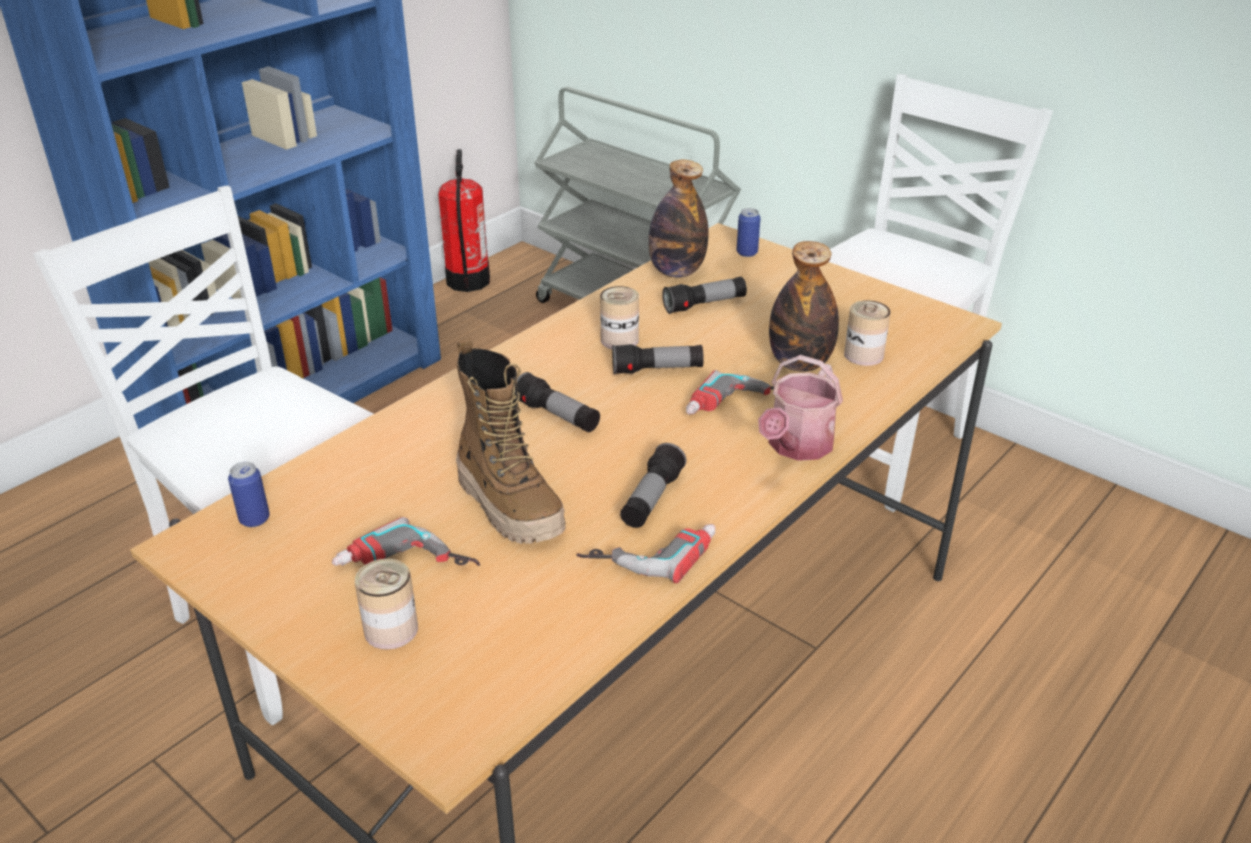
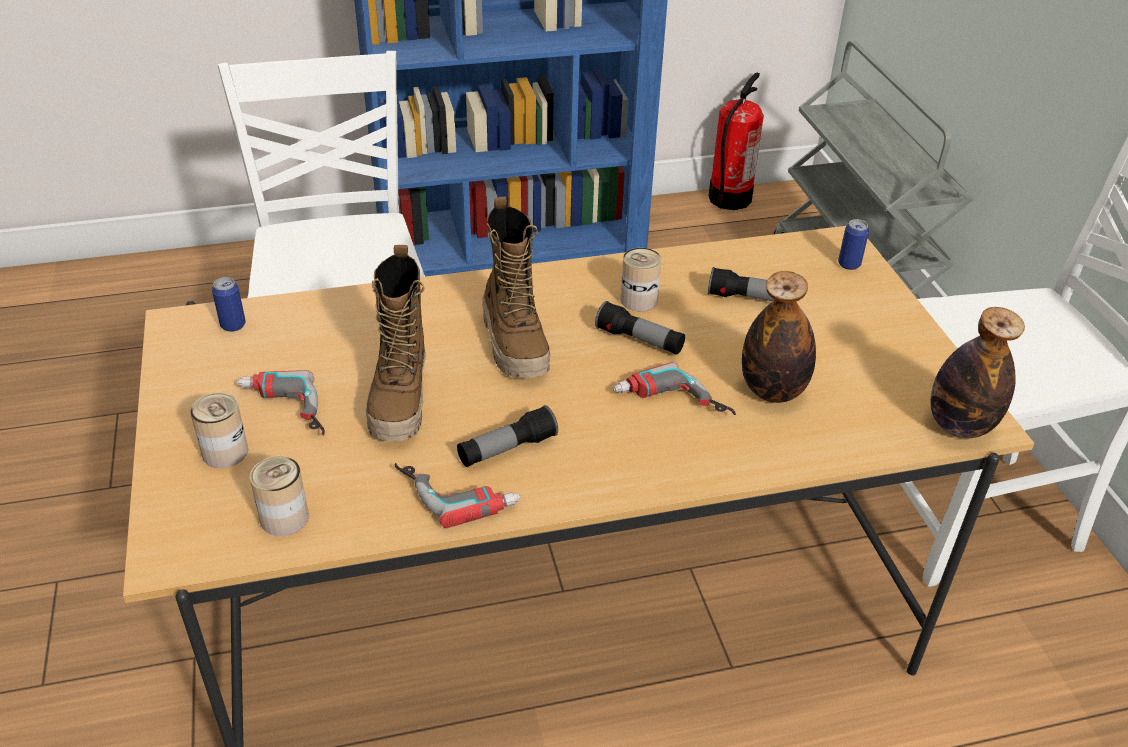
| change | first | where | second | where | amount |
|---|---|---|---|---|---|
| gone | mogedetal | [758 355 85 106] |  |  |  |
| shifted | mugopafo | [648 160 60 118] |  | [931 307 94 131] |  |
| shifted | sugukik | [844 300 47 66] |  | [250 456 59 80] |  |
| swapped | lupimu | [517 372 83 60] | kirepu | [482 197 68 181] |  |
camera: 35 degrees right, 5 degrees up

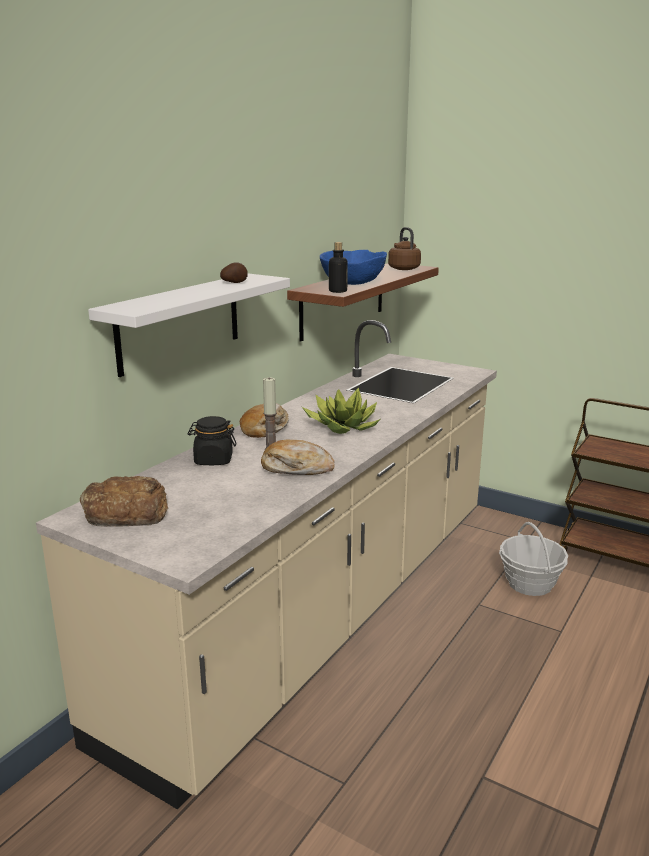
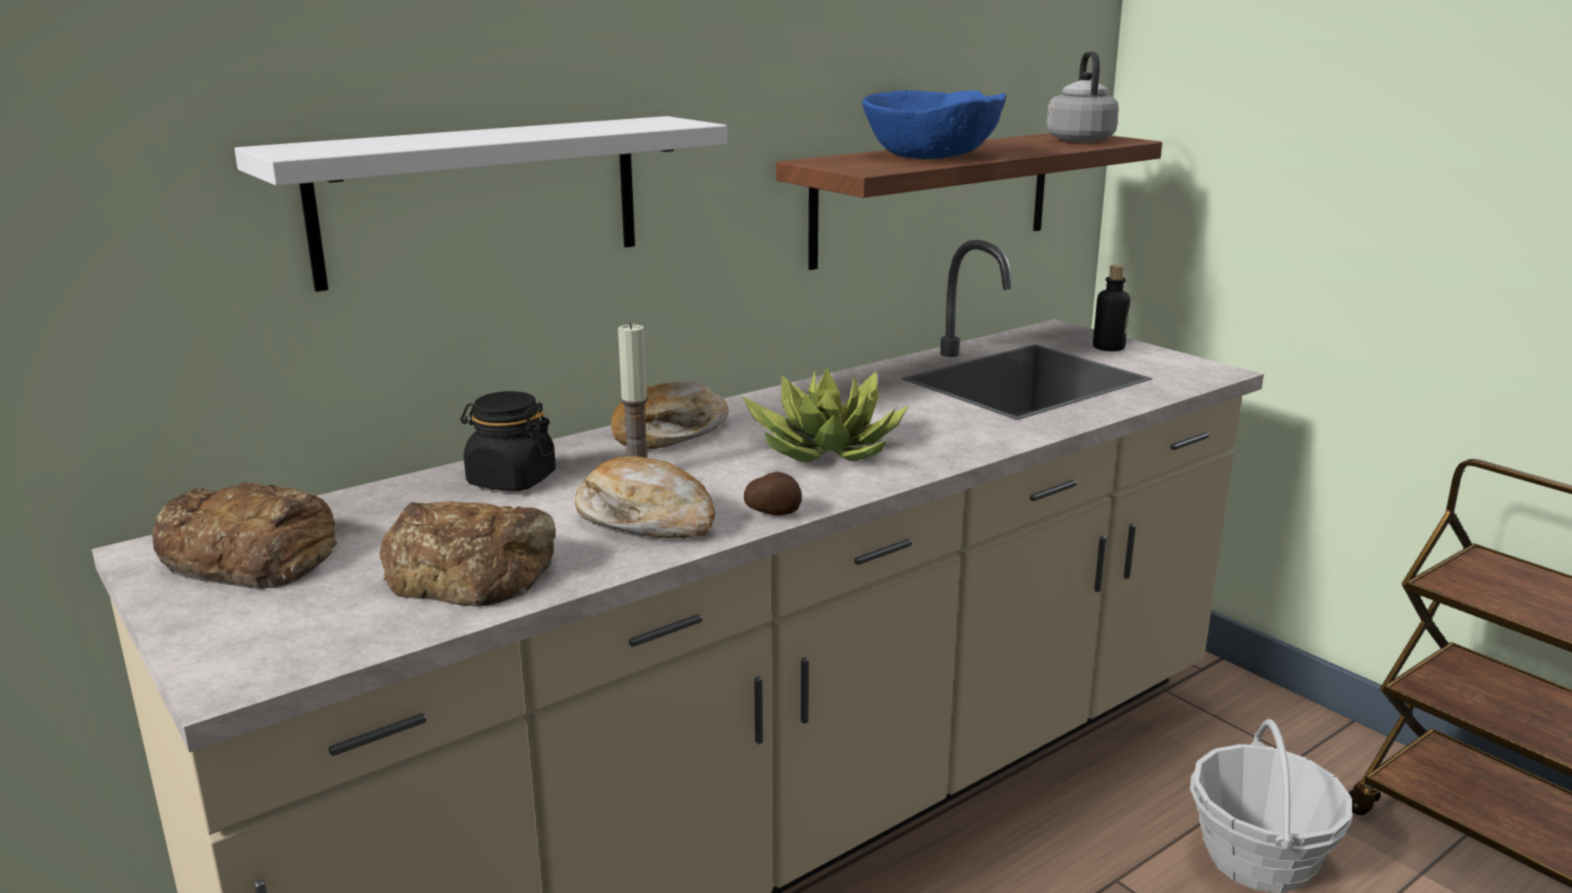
| change | first | where | second | where | amount |
|---|---|---|---|---|---|
| new |  |  | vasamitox | [380 501 176 106] |  |
| shifted | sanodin | [220 262 28 21] |  | [744 472 58 44] |  |
| shifted | mugopafo | [329 242 19 51] |  | [1093 265 37 86] |  |
| repainted | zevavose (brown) | [388 227 33 43] | zevavose (grey) | [1046 51 73 92] |  |
camera: 20 degrees right, 0 degrees up

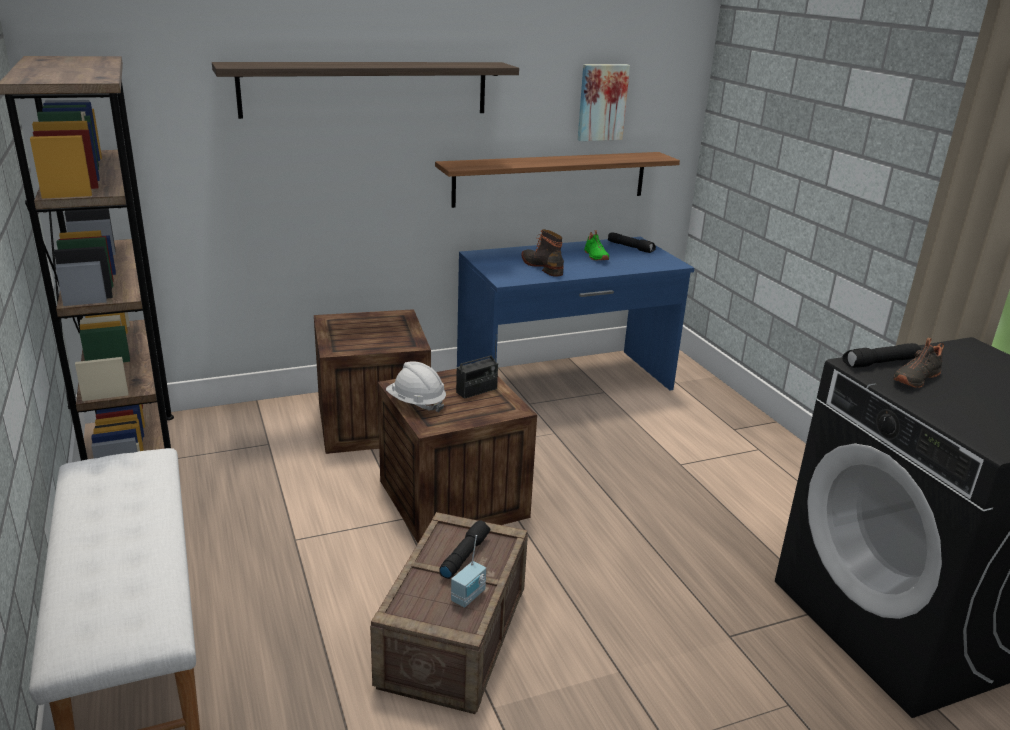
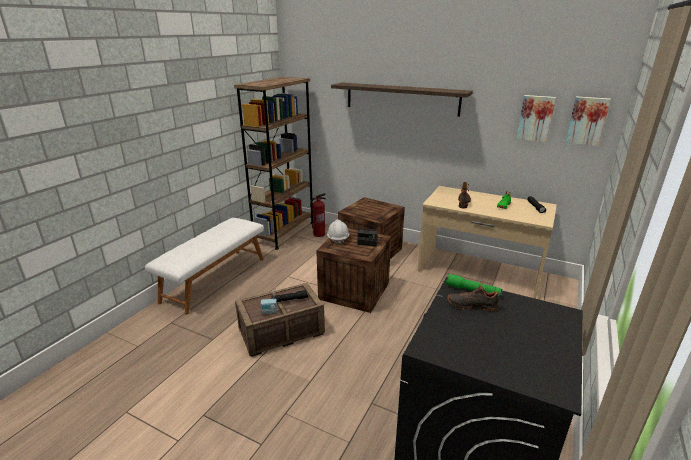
| change | first | where | second | where | amount |
|---|---|---|---|---|---|
| gone | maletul | [435 152 245 56] |  |  |  |
| new |  |  | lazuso | [310 193 16 44] |  |
| new |  |  | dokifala | [565 96 46 50] |  |
| repainted | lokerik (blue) | [457 237 237 153] | lokerik (beige) | [418 186 139 113] |  |
| repainted | lupimu (black) | [843 343 78 25] | lupimu (green) | [445 274 57 24] |  |
camera: 50 degrees right, 0 degrees up

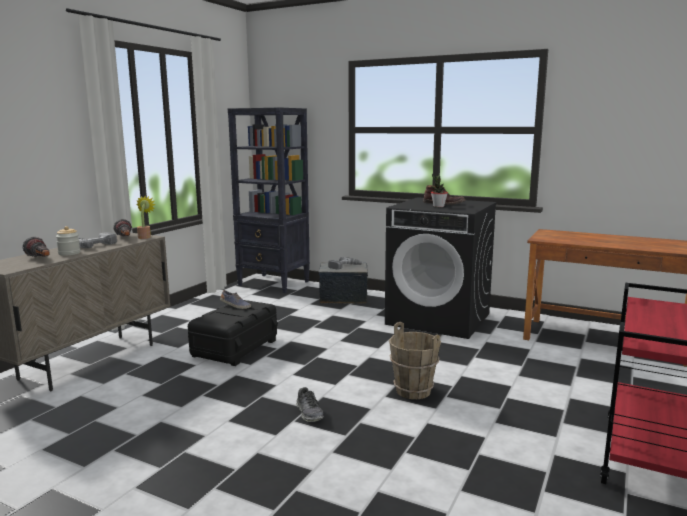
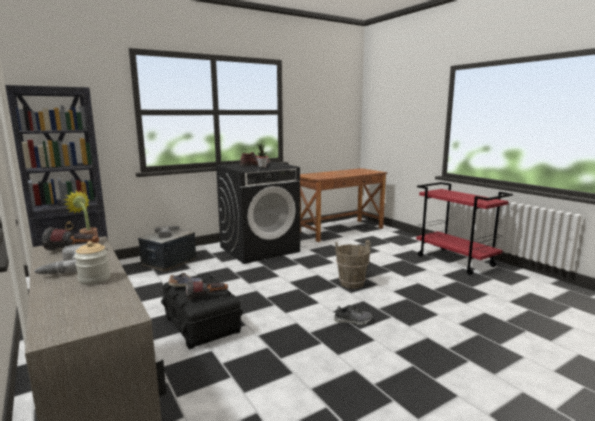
| change | first | where | second | where | amount |
|---|---|---|---|---|---|
| shifted | lupimu | [23 237 27 20] |  | [186 281 42 19] |  |
camera: 60 degrees left, 0 degrees up

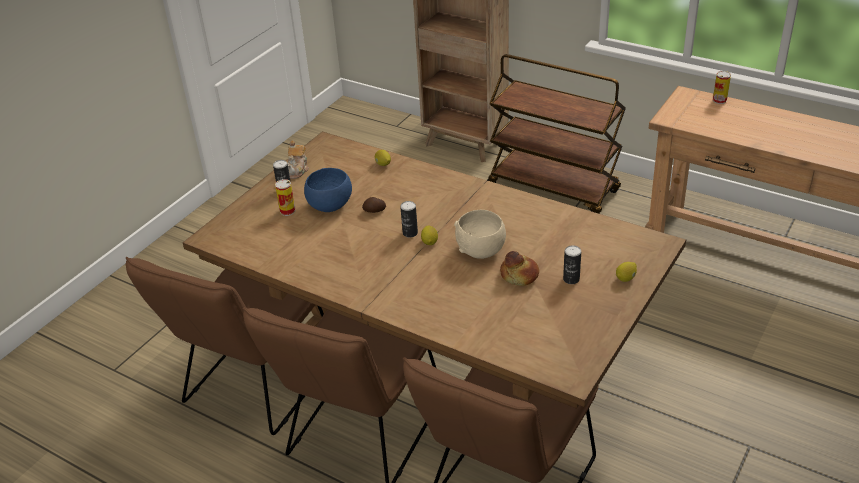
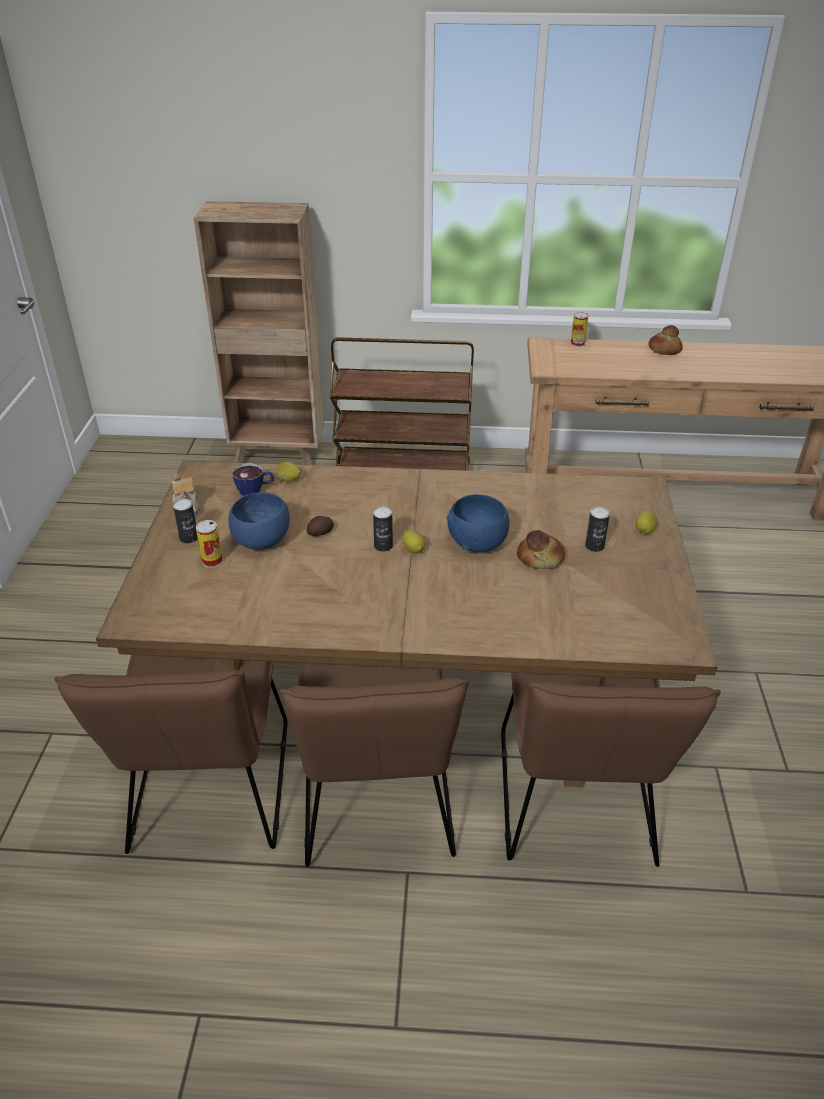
| change | first | where | second | where | amount |
|---|---|---|---|---|---|
| new |  |  | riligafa | [232 463 42 33] |  |
| new |  |  | vasamitox | [648 325 35 30] |  |
| repainted | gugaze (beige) | [454 210 52 49] | gugaze (blue) | [446 494 63 59] |  |
camera: 30 degrees left, 0 degrees up

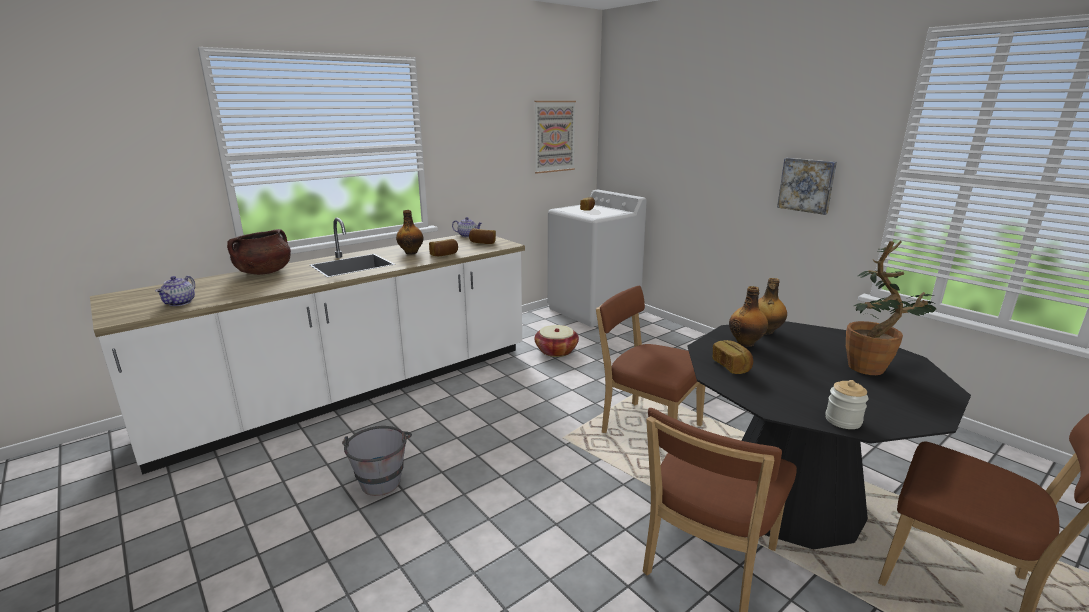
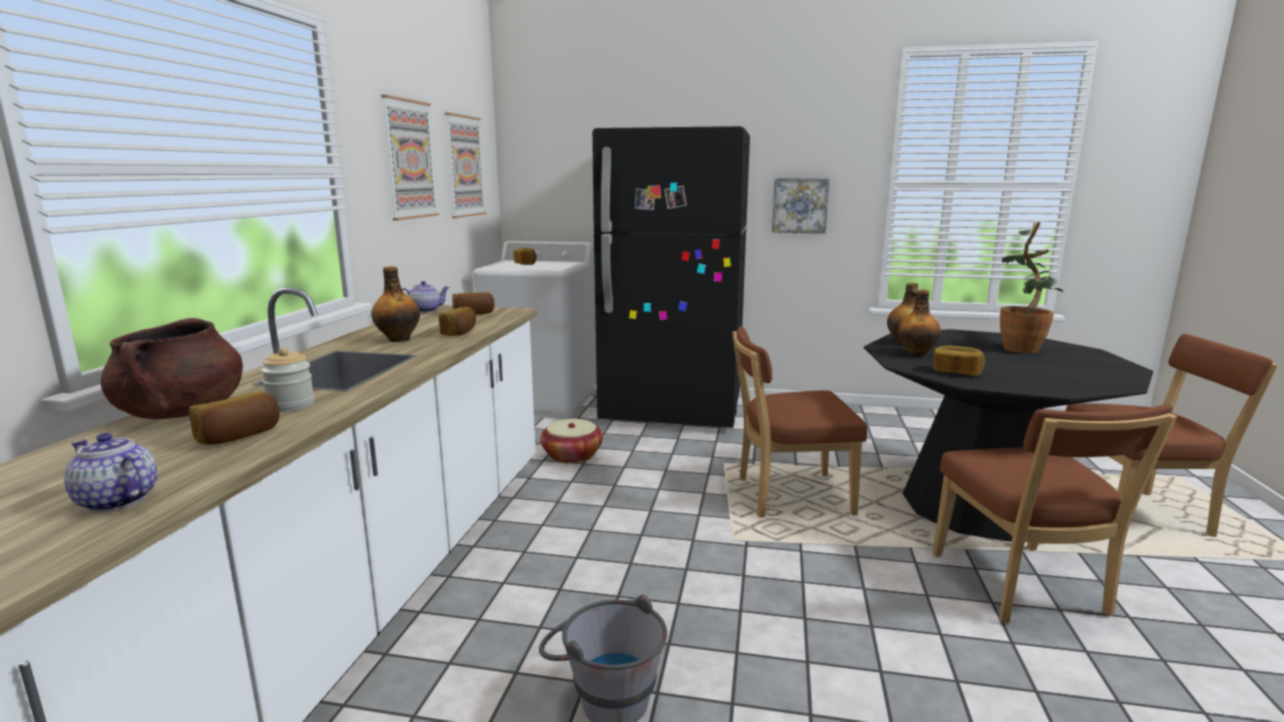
| change | first | where | second | where | amount |
|---|---|---|---|---|---|
| new |  |  | vasamitox | [189 391 91 54] |  |
| new |  |  | dokifala | [381 95 58 126] |  |
| new |  |  | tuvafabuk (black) | [592 126 158 302] |  |
| shifted | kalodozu | [825 380 44 49] |  | [260 347 55 65] |  |
| rotated | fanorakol | [156 276 39 30] |  | [64 433 93 79] | 150 degrees clockwise |
camera: 40 degrees left, 5 degrees down

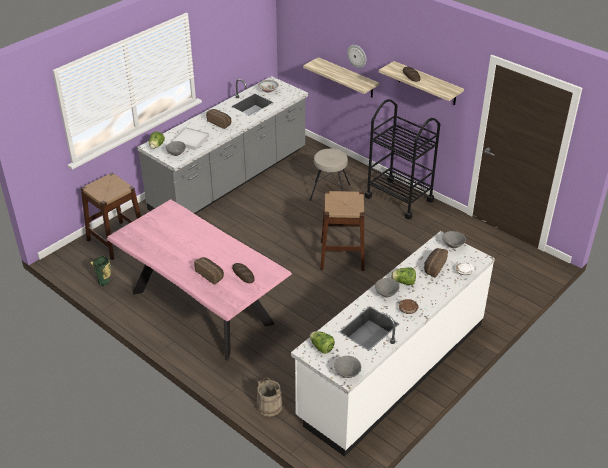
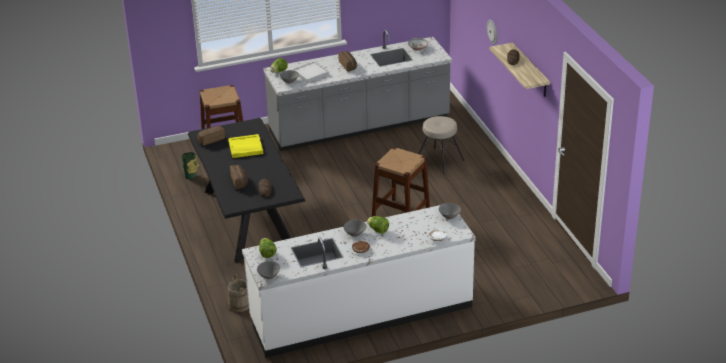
| change | first | where | second | where | amount |
|---|---|---|---|---|---|
| gone | maletul | [303 57 76 40] |  |  |  |
| gone | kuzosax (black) | [365 99 75 121] |  |  |  |
| new |  |  | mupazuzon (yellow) | [228 134 35 24] |  |
| shifted | vasamitox | [424 248 24 29] |  | [197 126 28 20] |  |
| repainted | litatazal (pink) | [106 199 186 162] | litatazal (black) | [188 118 118 145] |  |
camera: 30 degrees right, 5 degrees down

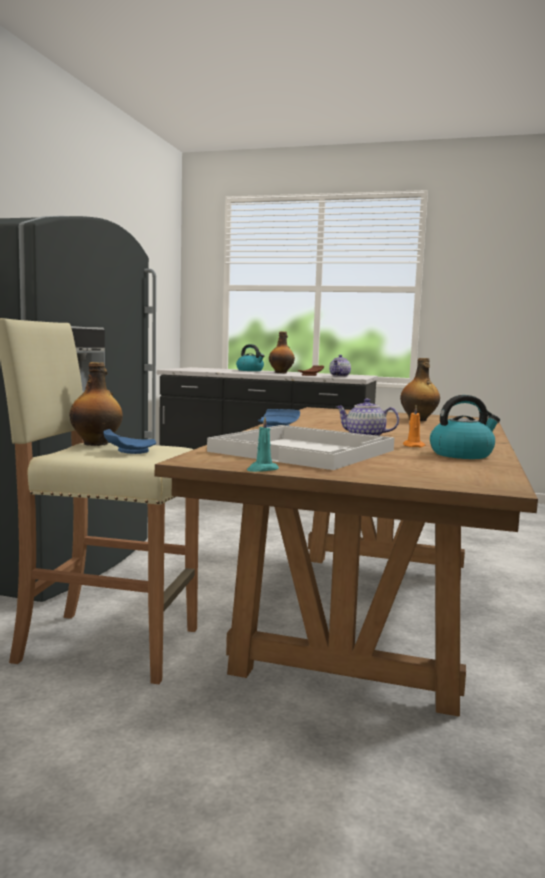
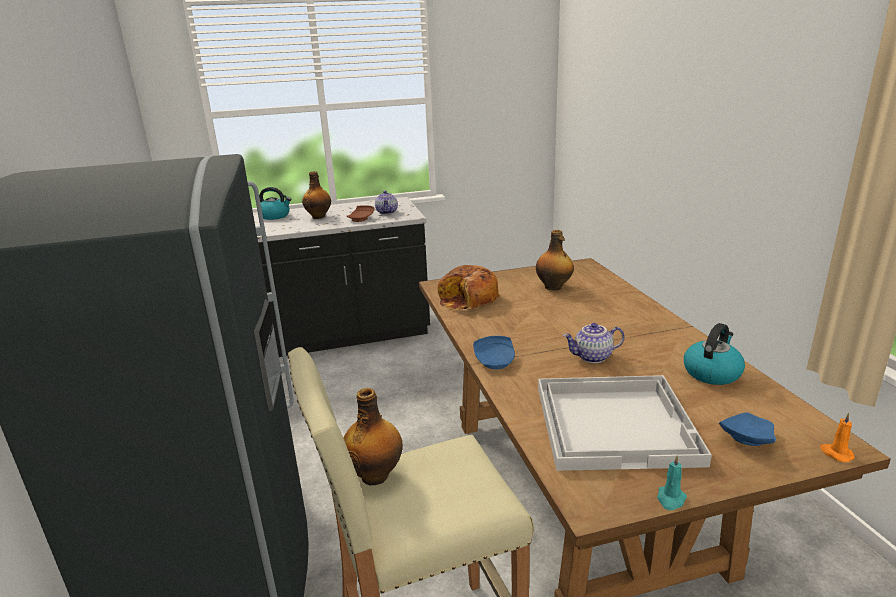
| change | first | where | second | where | amount |
|---|---|---|---|---|---|
| new |  |  | vasamitox | [438 265 62 45] |  |
| shifted | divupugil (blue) | [103 429 53 25] |  | [719 412 57 34] |  |
| shifted | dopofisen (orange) | [403 405 22 42] |  | [820 413 35 49] |  |
camera: 30 degrees left, 15 degrees up

